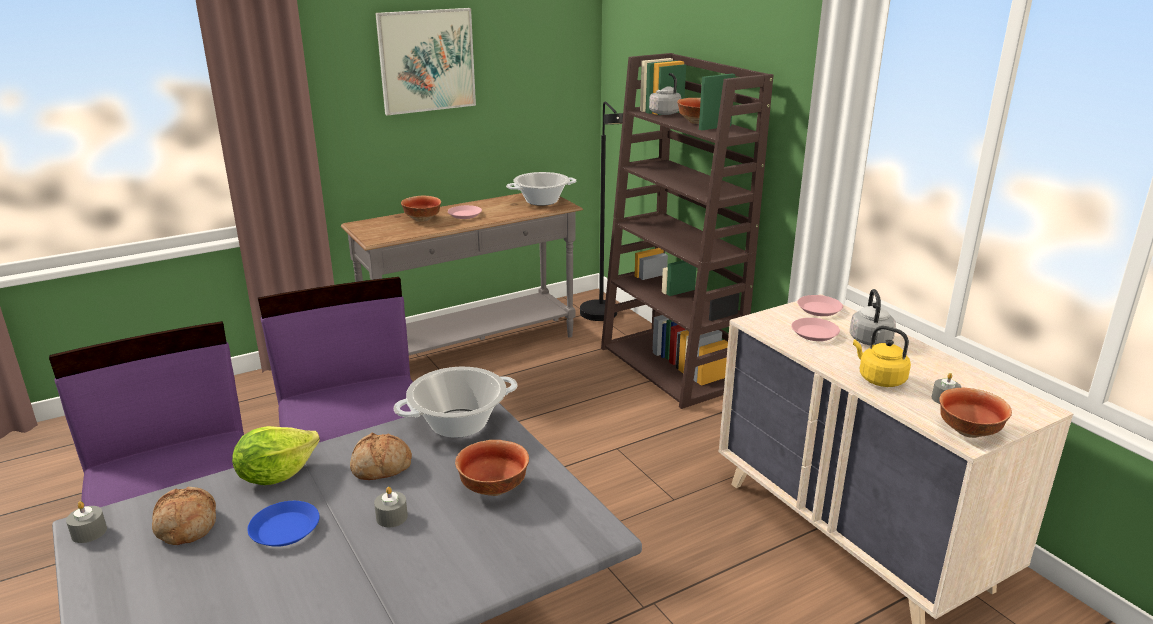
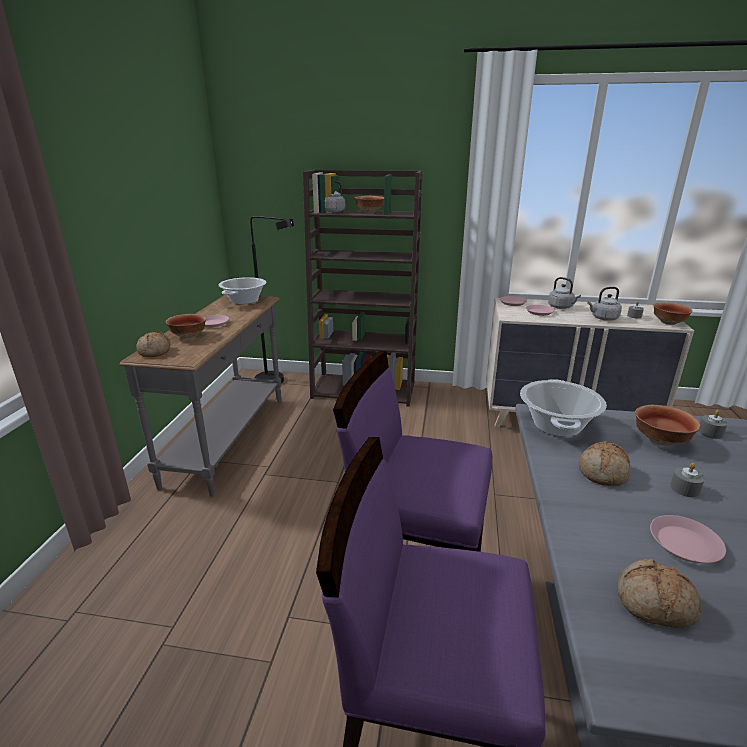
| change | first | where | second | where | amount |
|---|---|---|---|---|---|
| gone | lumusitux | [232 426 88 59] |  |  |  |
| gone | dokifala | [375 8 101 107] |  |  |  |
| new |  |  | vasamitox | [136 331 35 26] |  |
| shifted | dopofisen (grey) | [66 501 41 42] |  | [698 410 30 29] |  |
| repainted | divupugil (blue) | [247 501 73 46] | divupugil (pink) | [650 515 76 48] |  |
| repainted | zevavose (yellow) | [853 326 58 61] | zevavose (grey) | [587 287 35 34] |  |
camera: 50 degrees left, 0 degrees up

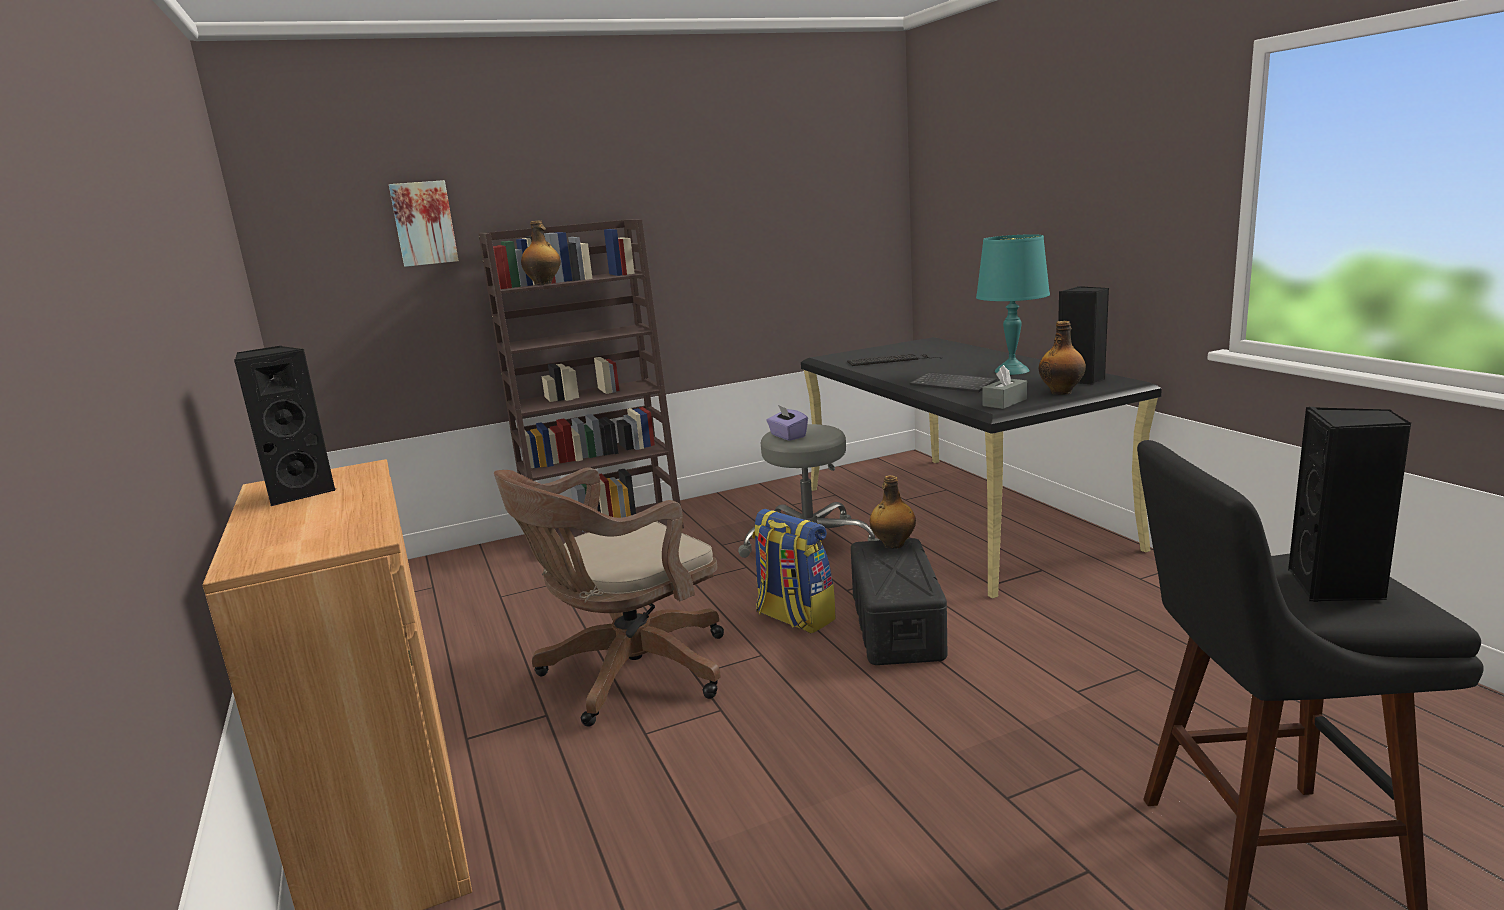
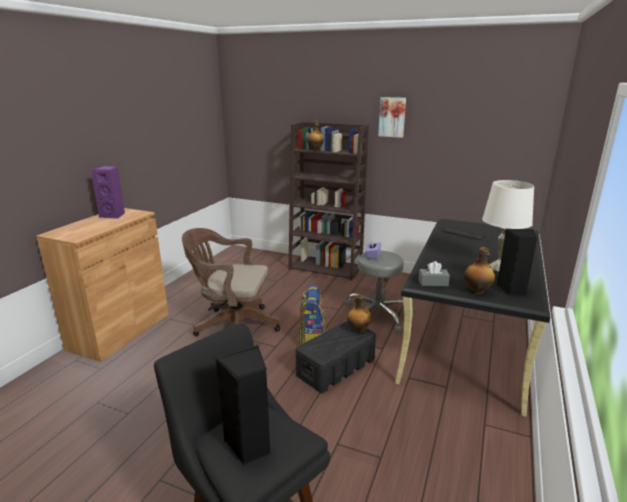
| change | first | where | second | where | amount |
|---|---|---|---|---|---|
| gone | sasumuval | [910 372 87 21] |  |  |  |
| shifted | dokifala | [389 180 70 87] |  | [378 97 28 41] |  |
| repainted | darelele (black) | [234 346 102 160] | darelele (purple) | [91 166 34 53] |  |
| repainted | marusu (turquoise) | [976 234 74 141] | marusu (white) | [482 180 52 92] |  |
camera: 45 degrees right, 5 degrees up

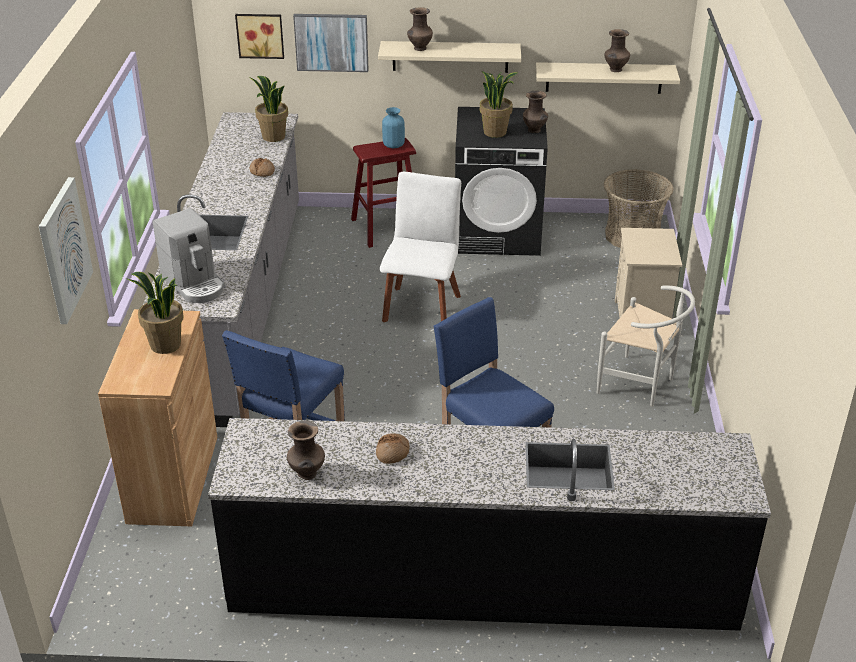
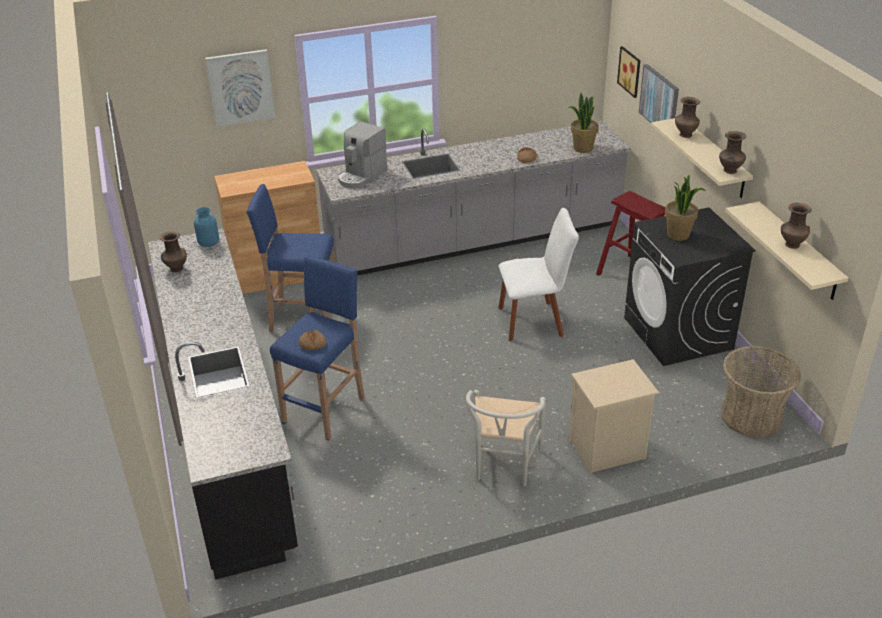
| change | first | where | second | where | amount |
|---|---|---|---|---|---|
| gone | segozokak | [125 272 59 82] |  |  |  |
| shifted | vasamitox | [376 433 34 31] |  | [299 330 27 20] |  |
| shifted | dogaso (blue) | [382 107 23 41] |  | [194 207 25 40] |  |
| shifted | dogaso (brown) | [523 91 25 42] |  | [719 131 27 43] |  |
camera: 70 degrees right, 0 degrees up

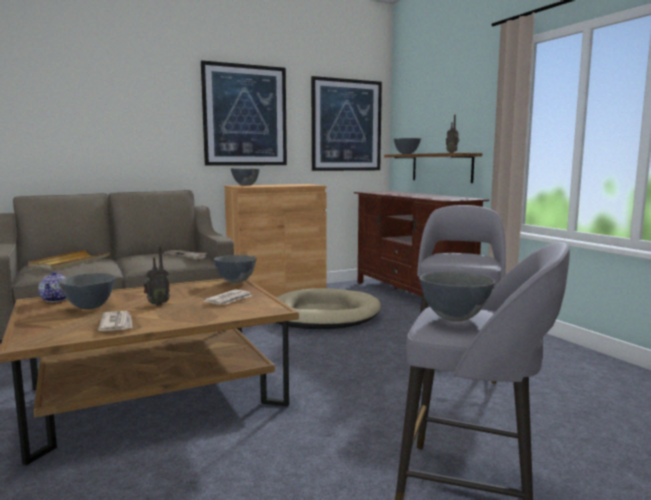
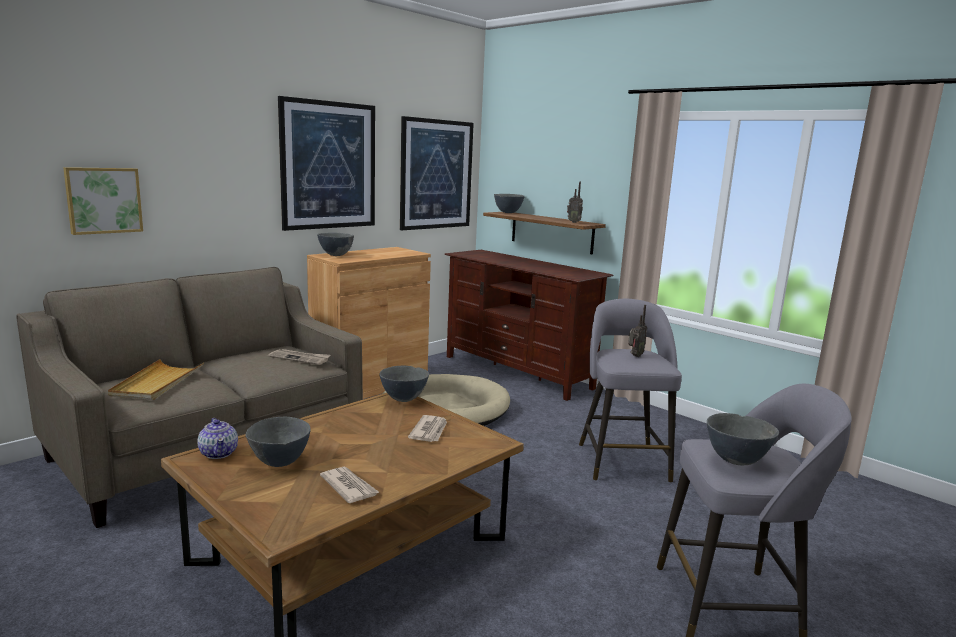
| change | first | where | second | where | amount |
|---|---|---|---|---|---|
| new |  |  | dokifala | [63 167 80 68] |  |
| shifted | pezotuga | [143 246 27 60] |  | [628 305 19 52] |  |
camera: 20 degrees left, 5 degrees up

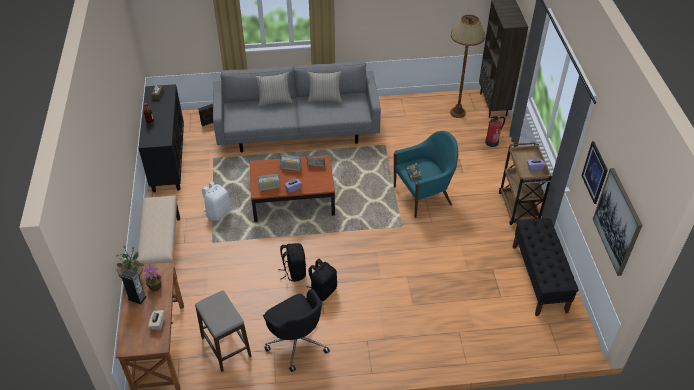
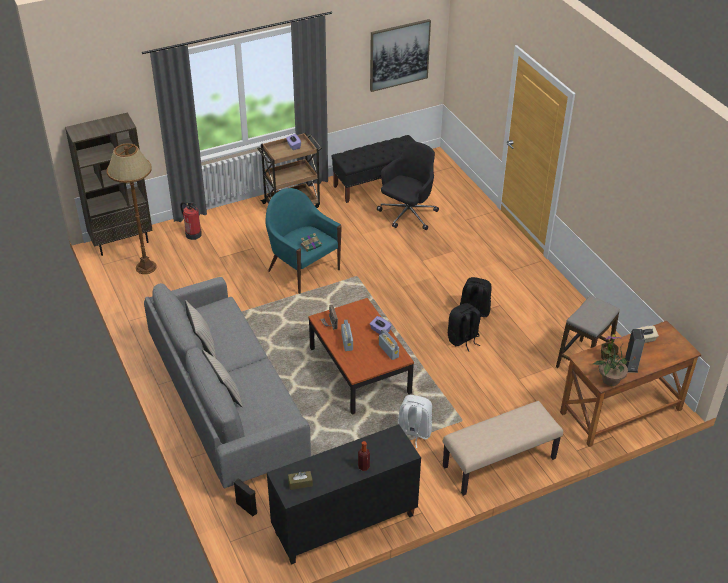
| change | first | where | second | where | amount |
|---|---|---|---|---|---|
| gone | dokifala | [581 141 27 63] |  |  |  |
| shifted | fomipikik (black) | [263 289 67 83] |  | [377 142 62 88] |  |
camera: 110 degrees left, 5 degrees down

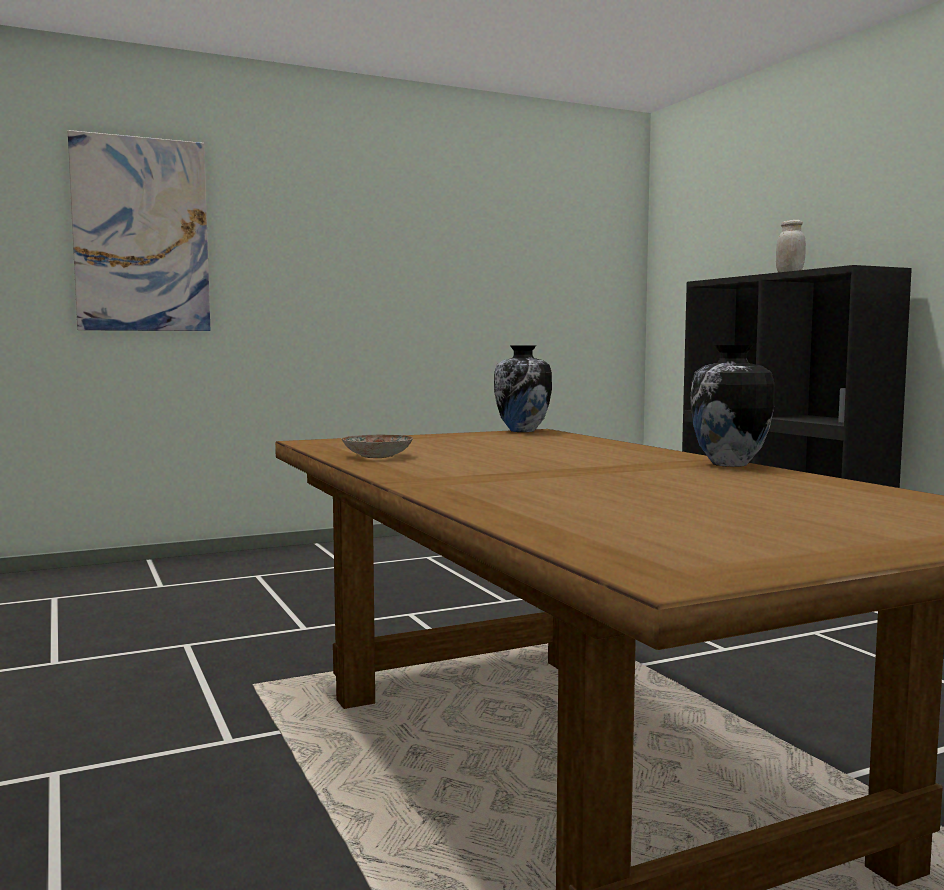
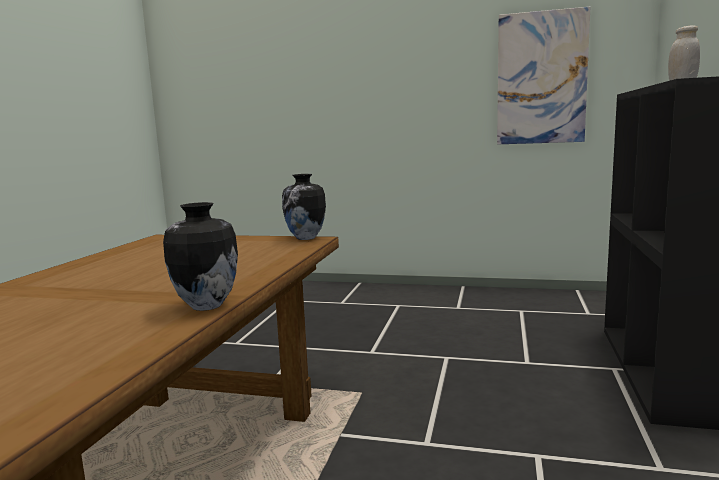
| change | first | where | second | where | amount |
|---|---|---|---|---|---|
| gone | divupugil | [341 435 72 23] |  |  |  |
| shifted | dokifala | [68 130 142 201] |  | [497 7 93 137] |  |
camera: 40 degrees right, 5 degrees up

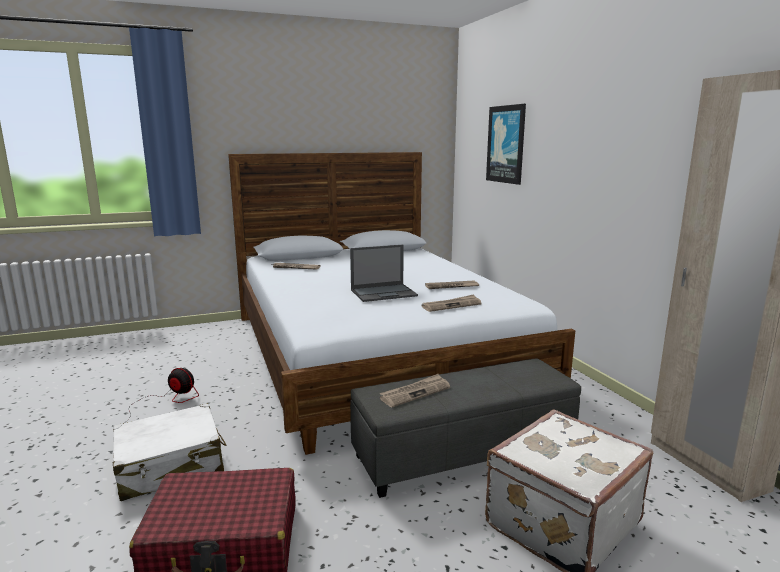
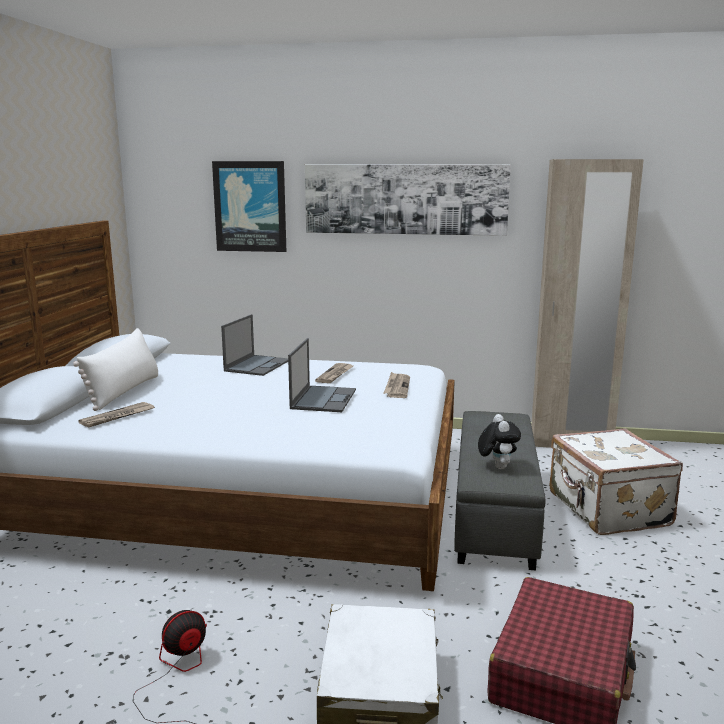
| change | first | where | second | where | amount |
|---|---|---|---|---|---|
| new |  |  | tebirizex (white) | [73 328 85 83] |  |
| new |  |  | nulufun | [221 314 67 62] |  |
| new |  |  | dokifala | [305 164 206 72] |  |
| swapped | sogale | [380 374 70 33] | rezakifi | [478 414 43 55] |  |
camera: 60 degrees left, 0 degrees up

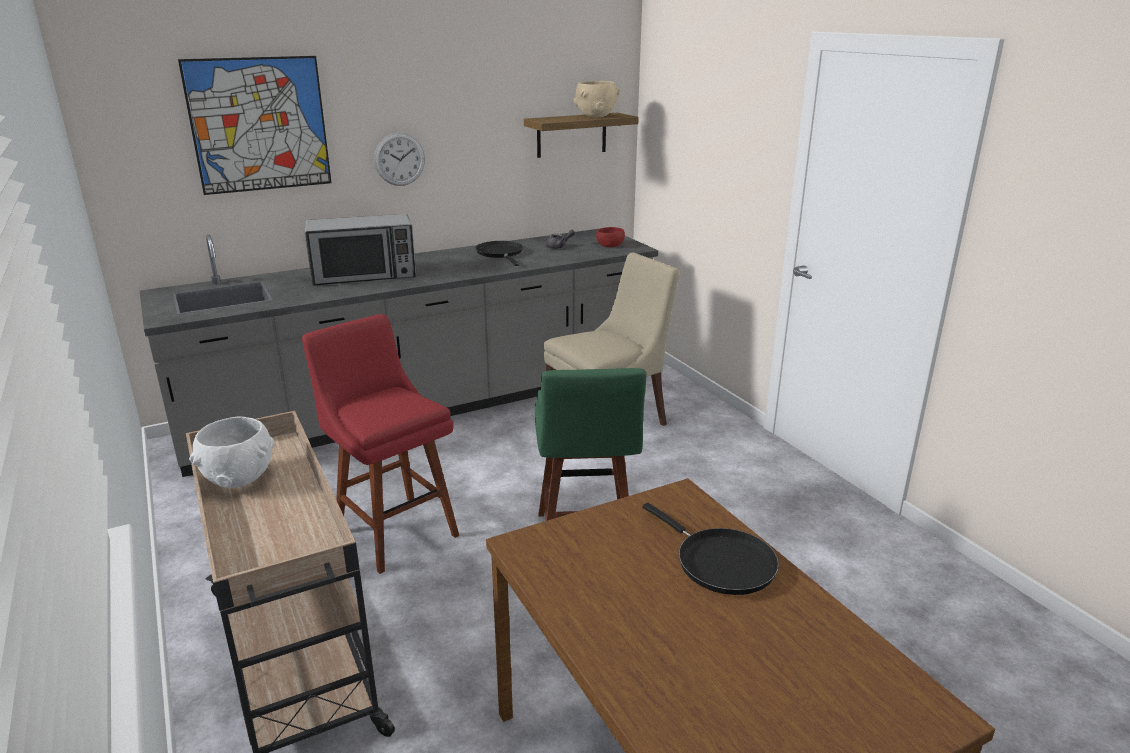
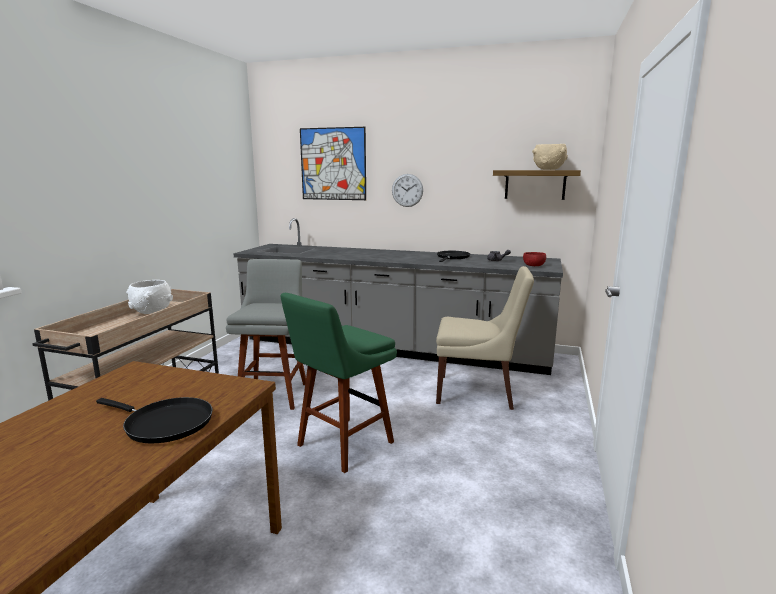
| change | first | where | second | where | amount |
|---|---|---|---|---|---|
| gone | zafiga | [305 214 111 71] |  |  |  |
| repainted | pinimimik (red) | [302 314 157 260] | pinimimik (grey) | [226 259 80 151] |  |
| rotated | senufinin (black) | [643 503 136 92] |  | [96 397 117 46] | 75 degrees counterclockwise |
camera: 45 degrees right, 10 degrees down

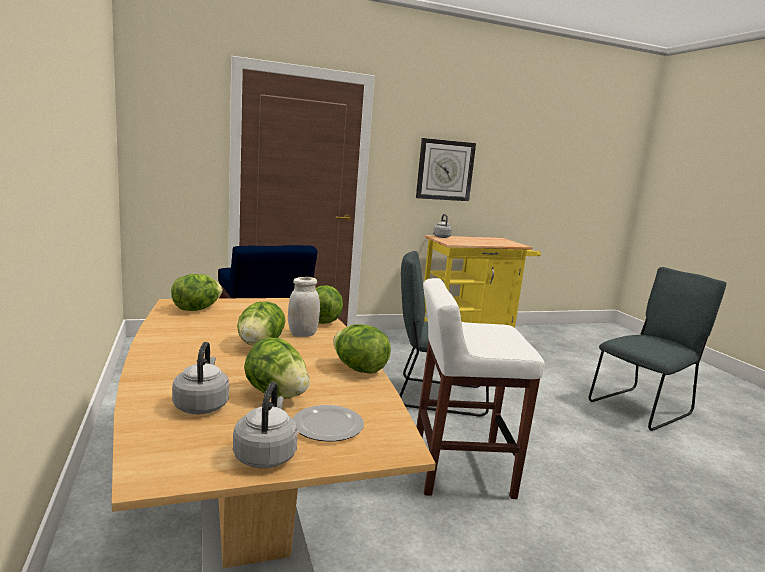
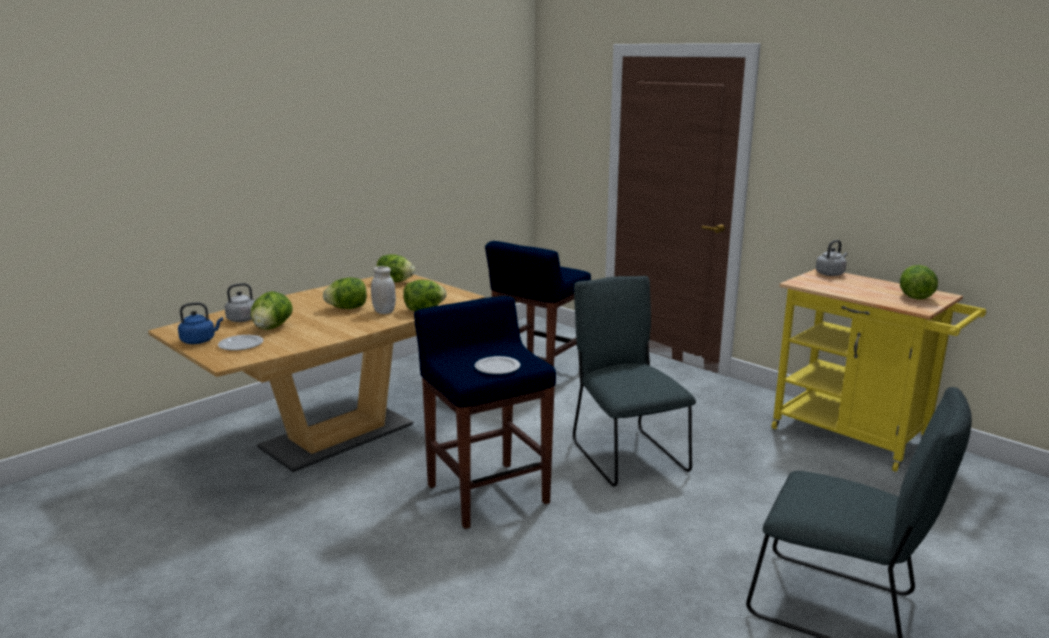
| change | first | where | second | where | amount |
|---|---|---|---|---|---|
| gone | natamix | [416 138 60 63] |  |  |  |
| new |  |  | divupugil | [475 356 45 18] |  |
| shifted | lumusitux | [333 324 58 50] |  | [900 265 38 35] |  |
| repainted | zevavose (grey) | [233 382 65 86] | zevavose (blue) | [178 302 45 42] |  |
| repainted | pinimimik (white) | [416 278 128 221] | pinimimik (blue) | [414 296 142 233] |  |
camera: 65 degrees right, 5 degrees up

